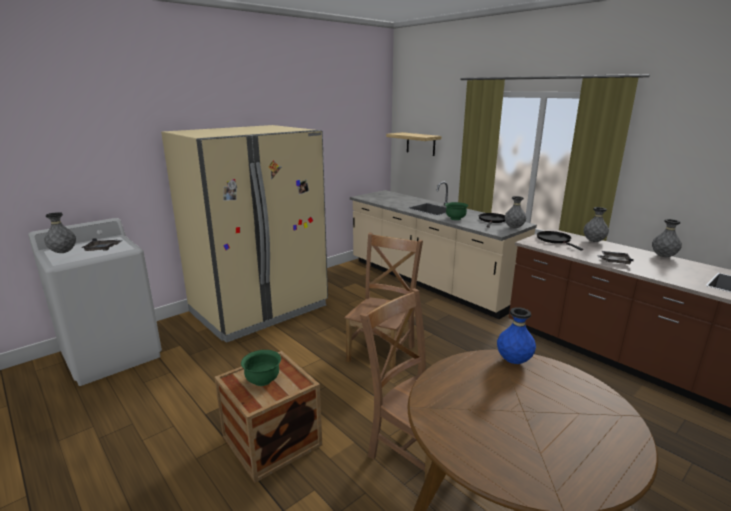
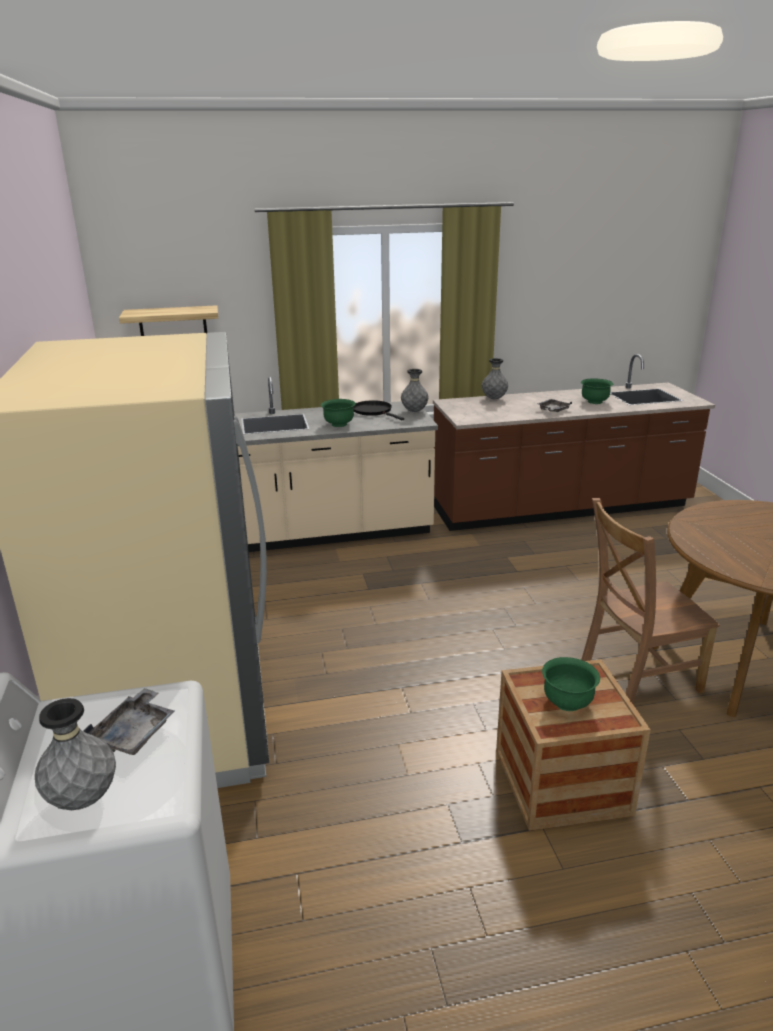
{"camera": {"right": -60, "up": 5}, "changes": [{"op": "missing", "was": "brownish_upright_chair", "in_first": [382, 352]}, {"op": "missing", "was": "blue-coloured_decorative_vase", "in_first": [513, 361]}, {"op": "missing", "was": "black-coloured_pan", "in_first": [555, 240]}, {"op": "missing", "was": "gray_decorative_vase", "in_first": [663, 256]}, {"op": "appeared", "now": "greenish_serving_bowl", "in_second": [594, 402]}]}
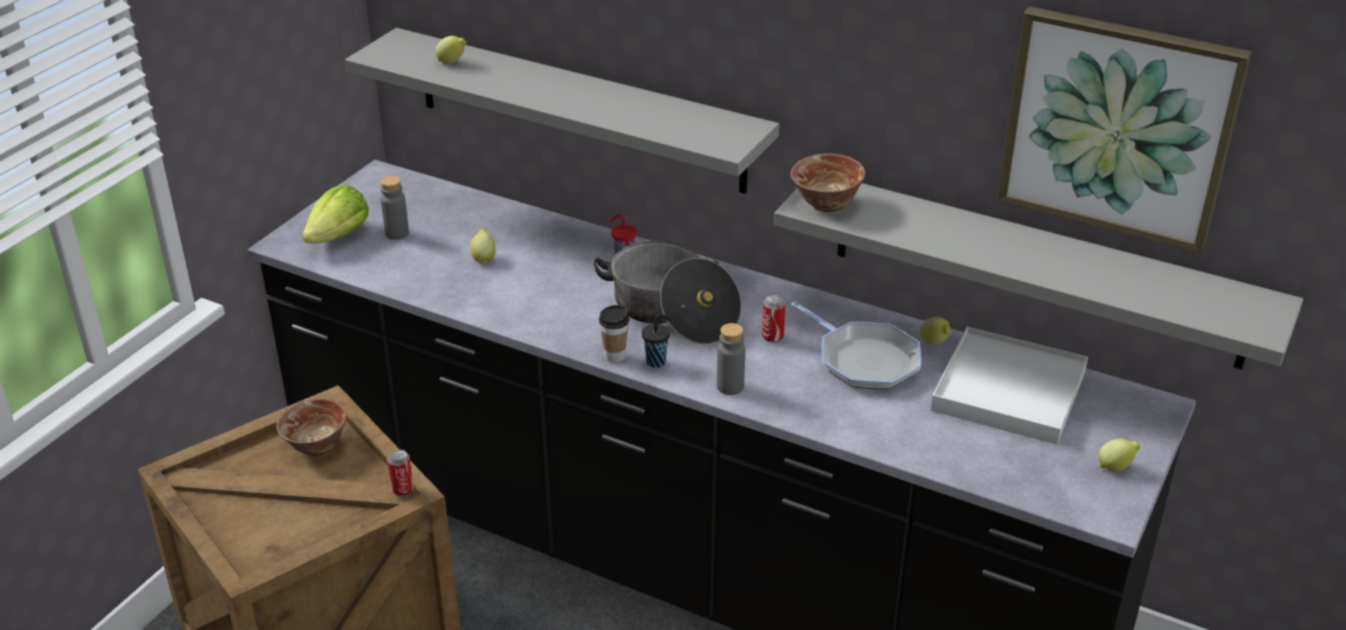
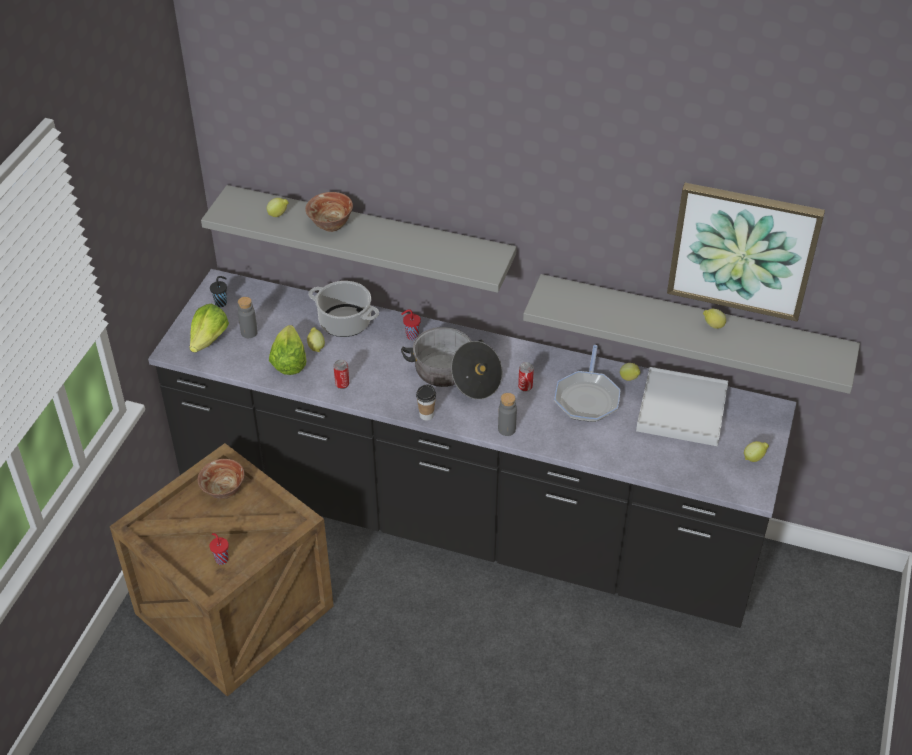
{"camera": {"right": -10, "up": 10}, "changes": [{"op": "appeared", "now": "red_cup", "in_second": [221, 559]}, {"op": "appeared", "now": "lettuce_head", "in_second": [288, 361]}, {"op": "appeared", "now": "stockpot", "in_second": [344, 322]}, {"op": "appeared", "now": "whole_lemon", "in_second": [712, 326]}, {"op": "relocated", "was": "metal_can", "in_first": [402, 489], "in_second": [342, 384]}, {"op": "relocated", "was": "black-coloured_cup", "in_first": [657, 361], "in_second": [221, 303]}, {"op": "relocated", "was": "serving_bowl", "in_first": [826, 204], "in_second": [331, 225]}, {"op": "spun", "was": "pan", "in_first": [864, 360], "in_second": [587, 398], "clockwise": 60}]}
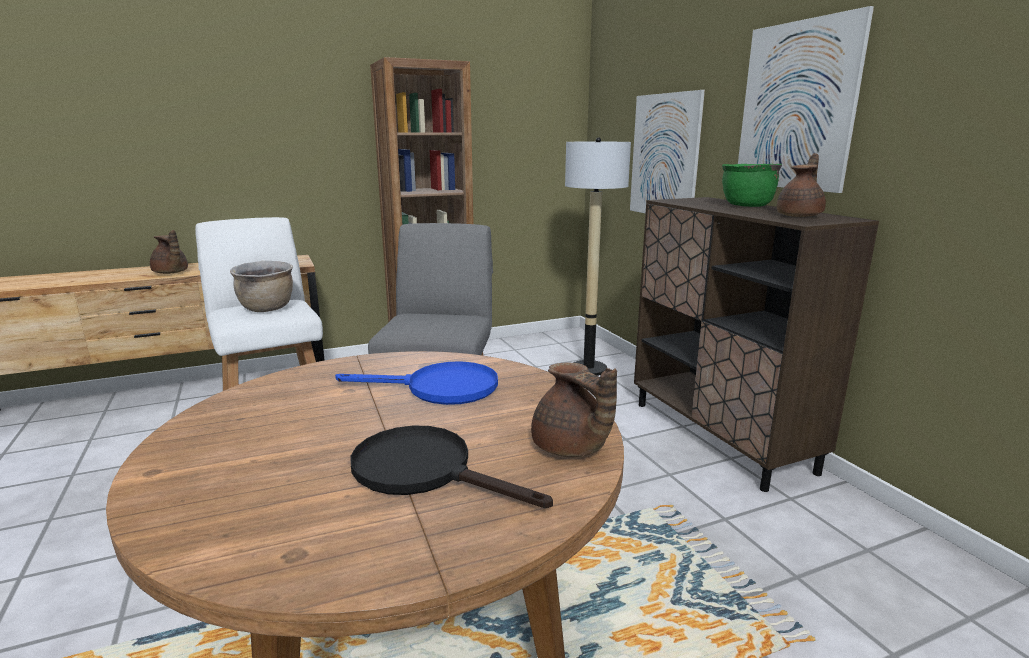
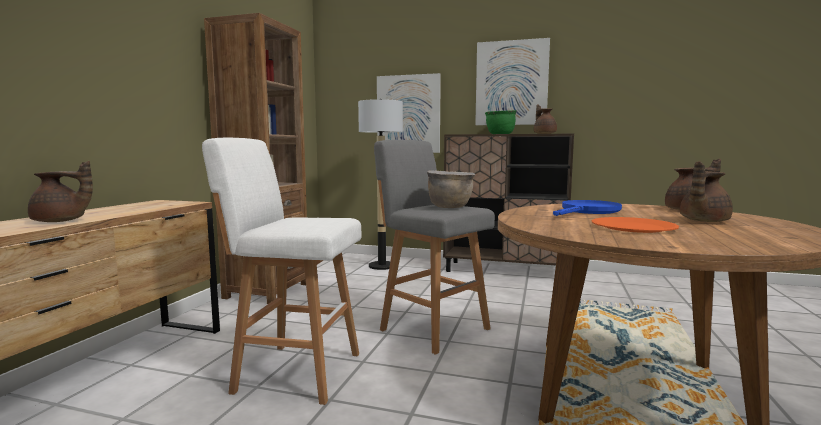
{"camera": {"right": -50, "up": -10}, "changes": [{"op": "appeared", "now": "orange_dinner_plate", "in_second": [633, 227]}, {"op": "relocated", "was": "brownish_stockpot", "in_first": [267, 309], "in_second": [450, 207]}, {"op": "exchanged", "was": "black-coloured_pan", "now": "brownish_teapot", "in_first": [426, 471], "in_second": [702, 221]}]}
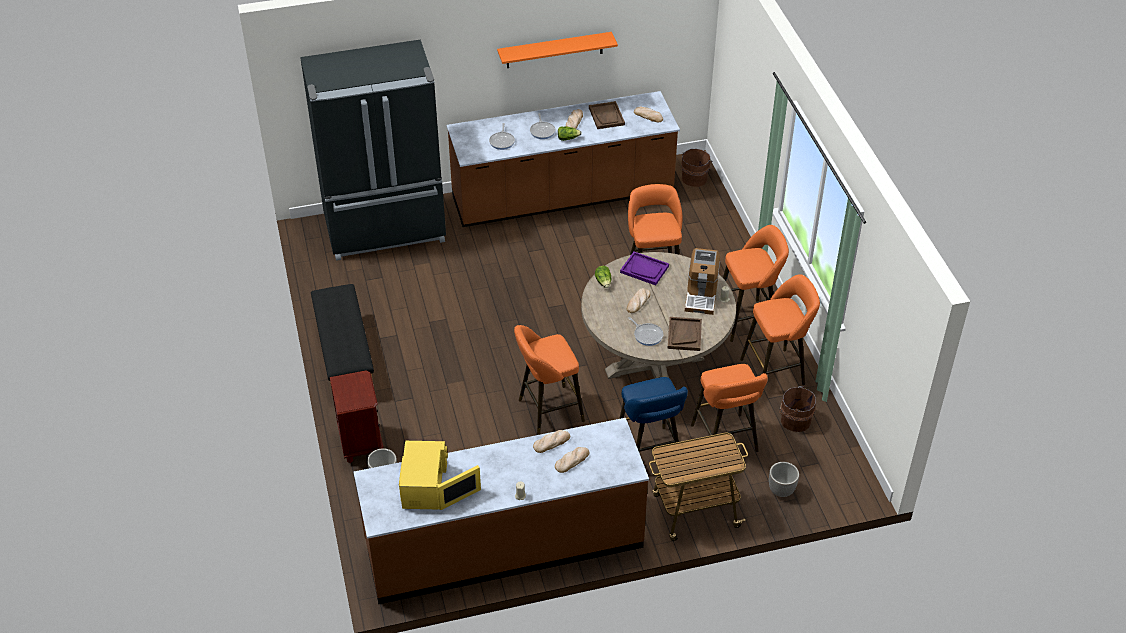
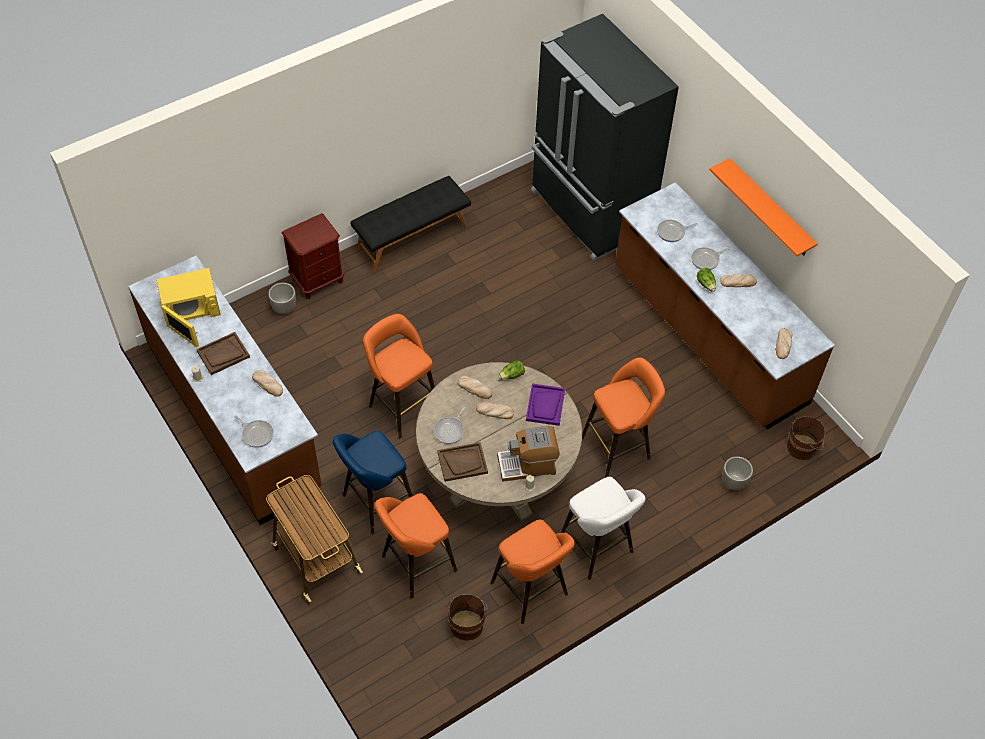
{"camera": {"right": 70, "up": 10}, "changes": [{"op": "appeared", "now": "pan", "in_second": [256, 434]}, {"op": "relocated", "was": "bakery_bread", "in_first": [572, 460], "in_second": [475, 388]}, {"op": "relocated", "was": "brownish_carrying_tray", "in_first": [606, 116], "in_second": [223, 354]}, {"op": "relocated", "was": "planter", "in_first": [781, 491], "in_second": [733, 482]}, {"op": "colour", "was": "orange_stool", "now": "white_stool", "in_first": [748, 319], "in_second": [598, 549]}]}
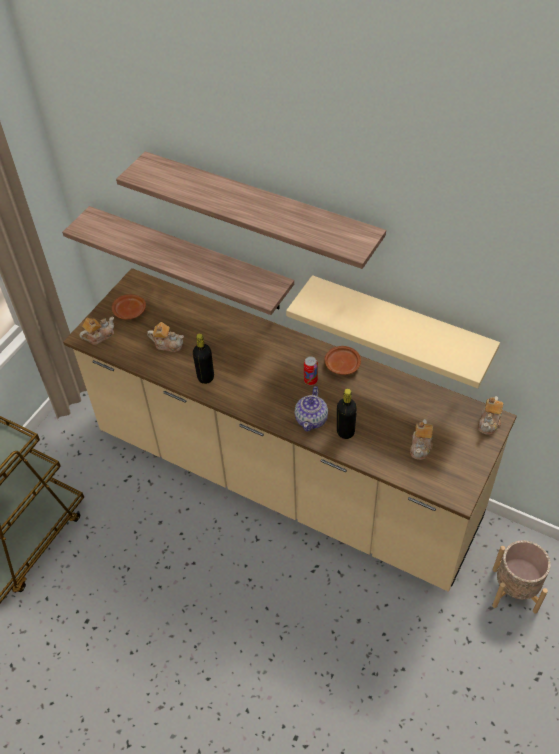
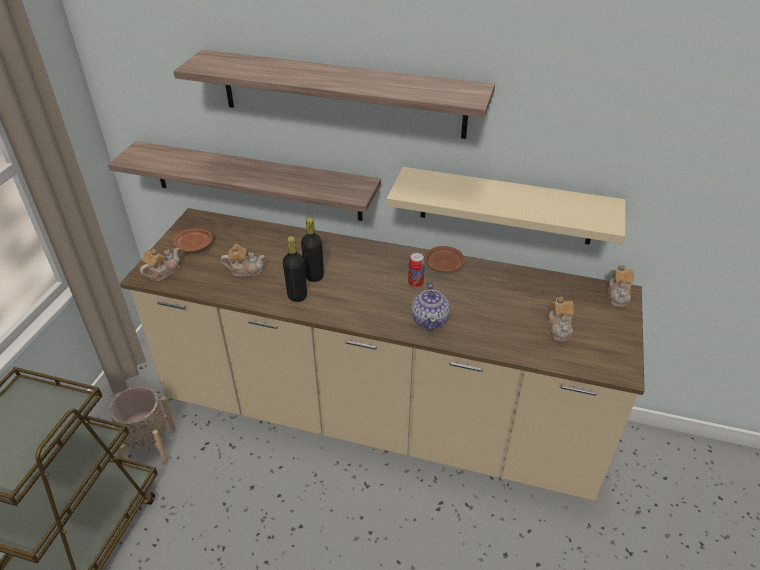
{"camera": {"right": -15, "up": -10}, "changes": [{"op": "relocated", "was": "black-coloured_bottle", "in_first": [345, 431], "in_second": [314, 276]}, {"op": "relocated", "was": "beige-coloured_planter", "in_first": [514, 590], "in_second": [149, 445]}]}
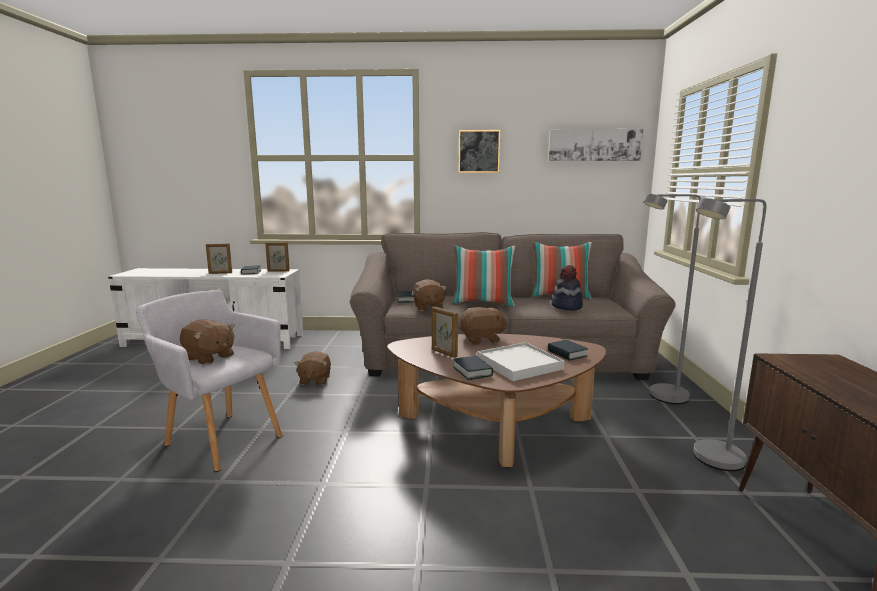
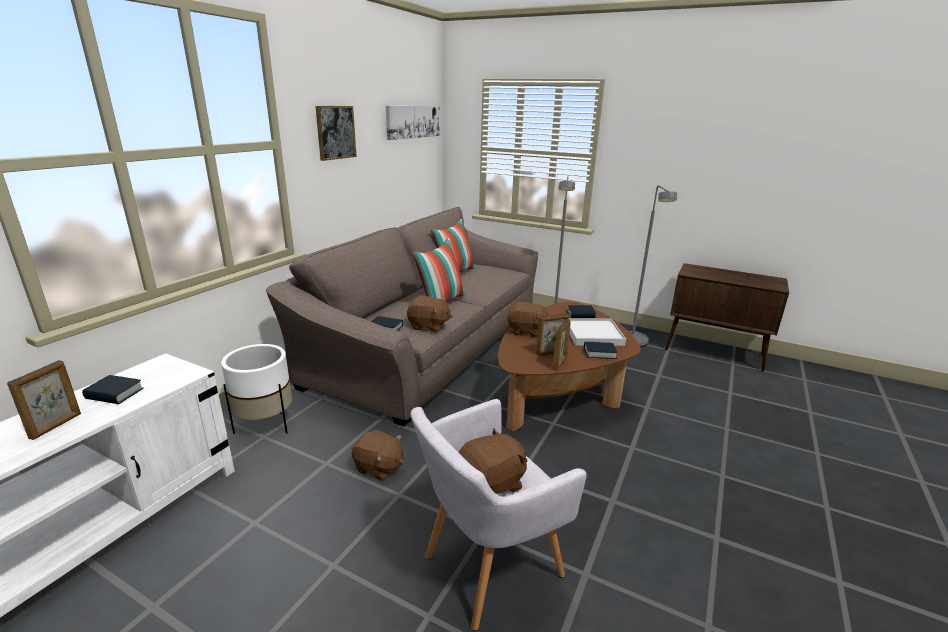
{"camera": {"right": -65, "up": 10}, "changes": [{"op": "missing", "was": "hat", "in_first": [566, 306]}, {"op": "appeared", "now": "white_planter", "in_second": [265, 424]}, {"op": "relocated", "was": "picture_frame", "in_first": [278, 271], "in_second": [559, 363]}, {"op": "spun", "was": "brownish_soft_toy", "in_first": [482, 339], "in_second": [527, 331], "clockwise": 90}]}
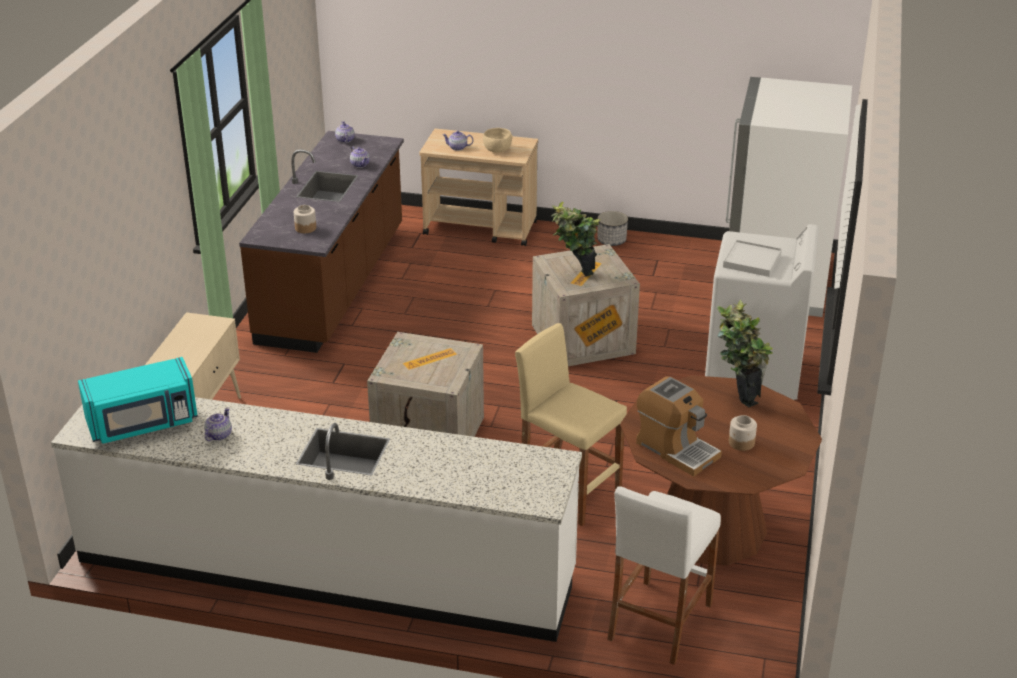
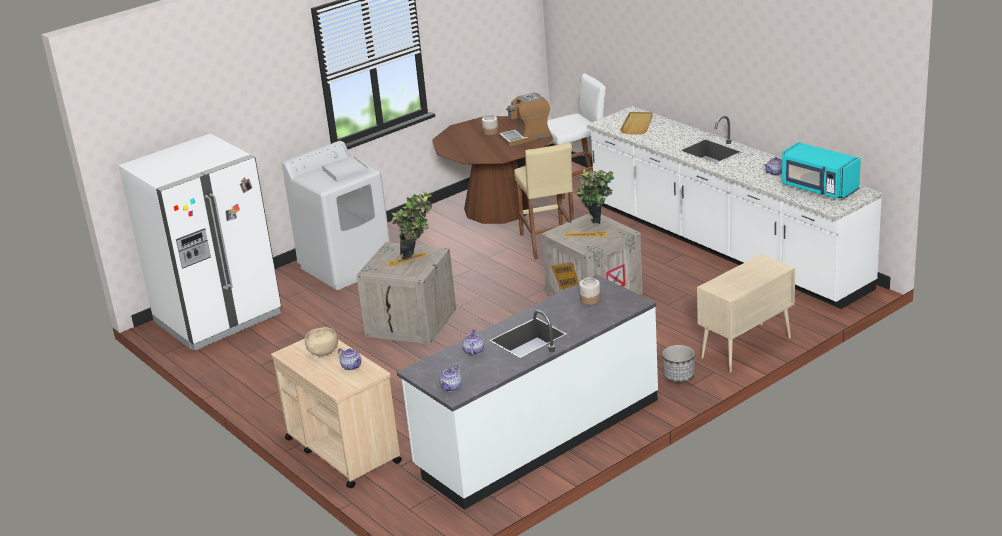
{"camera": {"right": -140, "up": -5}, "changes": [{"op": "appeared", "now": "beige-coloured_carrying_tray", "in_second": [637, 125]}, {"op": "relocated", "was": "planter", "in_first": [611, 241], "in_second": [678, 376]}, {"op": "relocated", "was": "plant_in_a_pot", "in_first": [737, 395], "in_second": [595, 228]}, {"op": "colour", "was": "brownish_kitchen_base_unit", "now": "white_kitchen_base_unit", "in_first": [334, 285], "in_second": [538, 435]}, {"op": "spun", "was": "blue-green_kitchen_microwave", "in_first": [143, 423], "in_second": [818, 188], "clockwise": -150}, {"op": "spun", "was": "coffee_machine", "in_first": [676, 449], "in_second": [526, 137], "clockwise": -105}]}
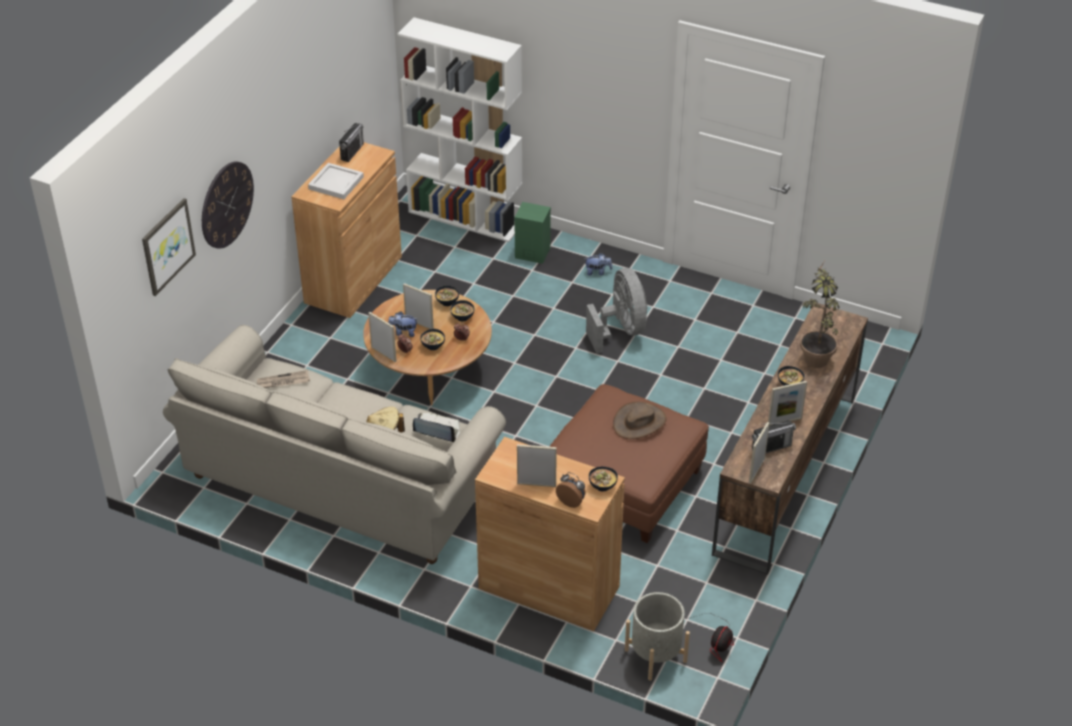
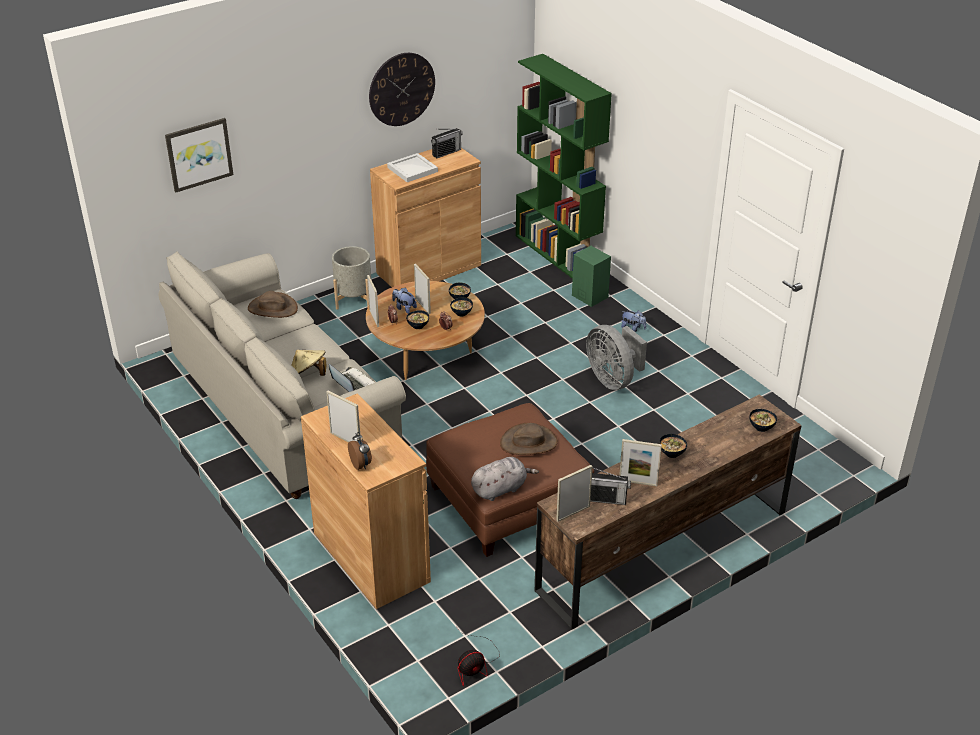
{"camera": {"right": 30, "up": -5}, "changes": [{"op": "missing", "was": "plant_in_a_pot", "in_first": [816, 355]}, {"op": "appeared", "now": "gray_soft_toy", "in_second": [501, 489]}, {"op": "relocated", "was": "hanging_clock", "in_first": [226, 204], "in_second": [401, 89]}, {"op": "relocated", "was": "serving_bowl", "in_first": [602, 486], "in_second": [761, 427]}, {"op": "relocated", "was": "gray_planter", "in_first": [655, 655], "in_second": [354, 299]}, {"op": "exchanged", "was": "daily_paper", "now": "brownish_hat", "in_first": [283, 382], "in_second": [272, 308]}, {"op": "colour", "was": "white_bookcase", "now": "greenish_bookcase", "in_first": [466, 218], "in_second": [558, 254]}, {"op": "spun", "was": "gray_fan", "in_first": [621, 330], "in_second": [613, 379], "clockwise": 135}]}
